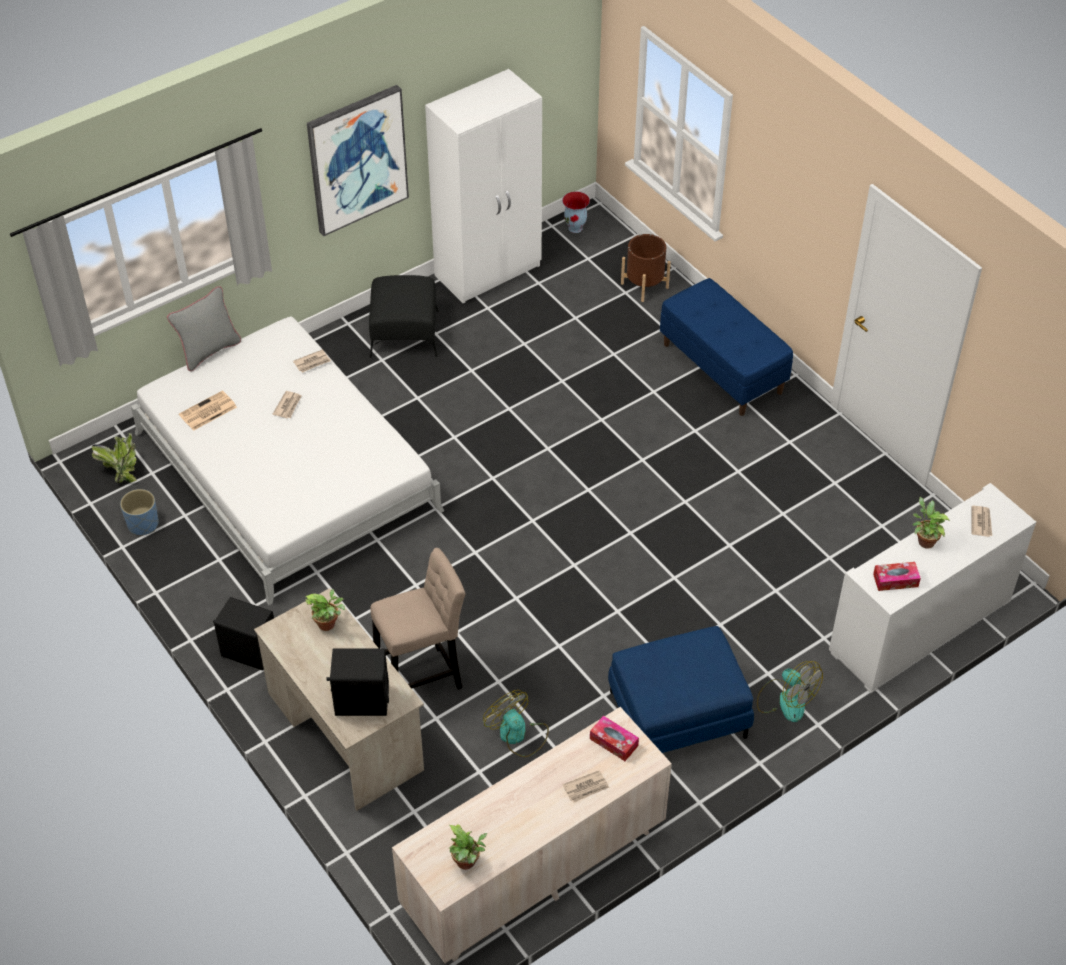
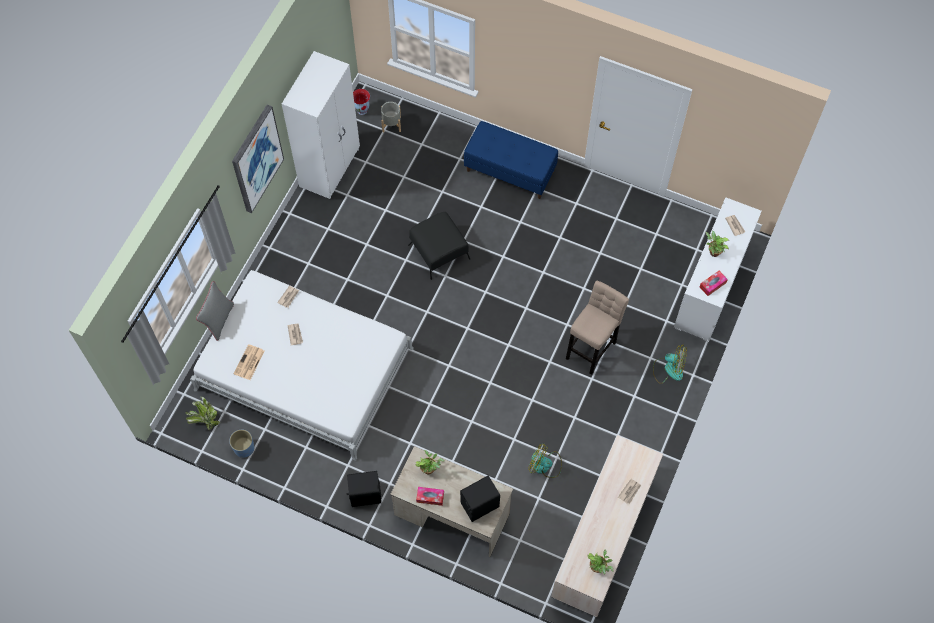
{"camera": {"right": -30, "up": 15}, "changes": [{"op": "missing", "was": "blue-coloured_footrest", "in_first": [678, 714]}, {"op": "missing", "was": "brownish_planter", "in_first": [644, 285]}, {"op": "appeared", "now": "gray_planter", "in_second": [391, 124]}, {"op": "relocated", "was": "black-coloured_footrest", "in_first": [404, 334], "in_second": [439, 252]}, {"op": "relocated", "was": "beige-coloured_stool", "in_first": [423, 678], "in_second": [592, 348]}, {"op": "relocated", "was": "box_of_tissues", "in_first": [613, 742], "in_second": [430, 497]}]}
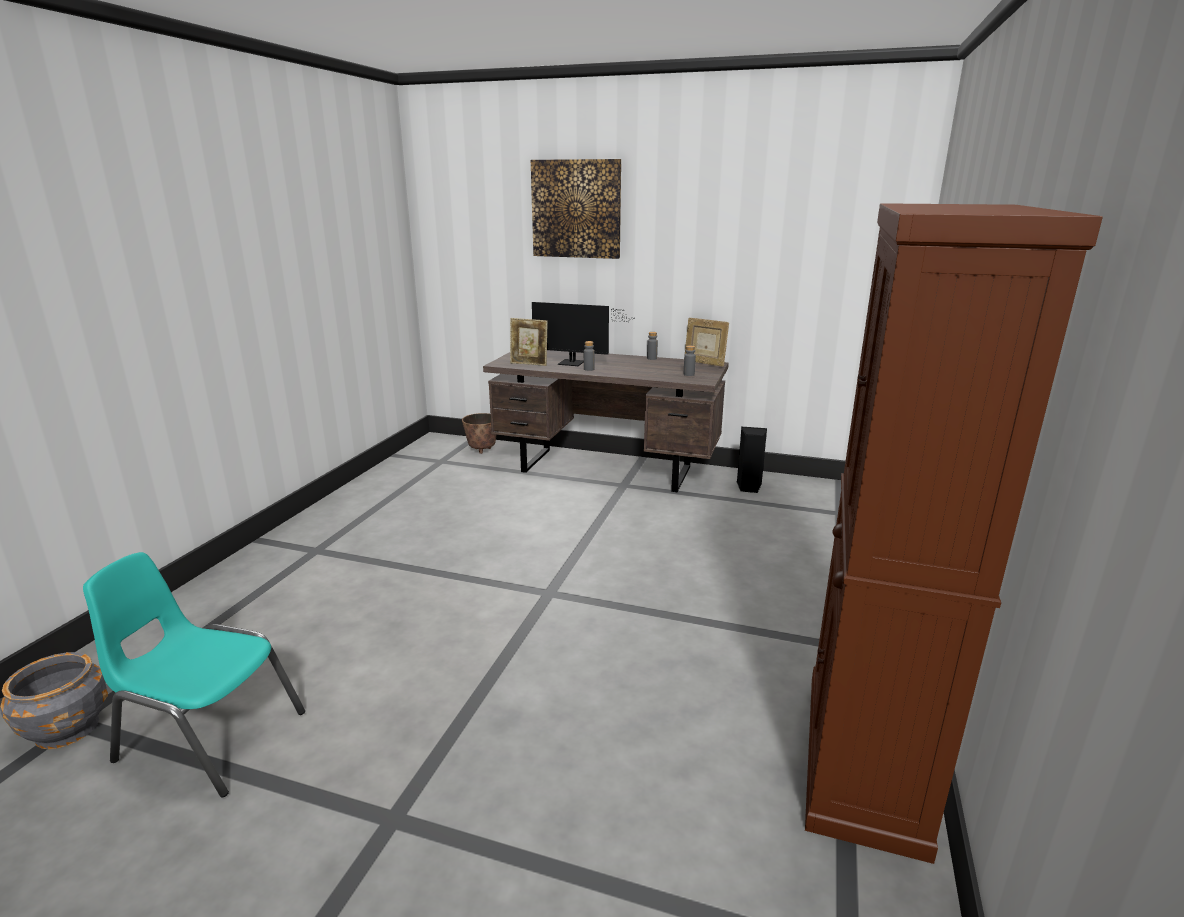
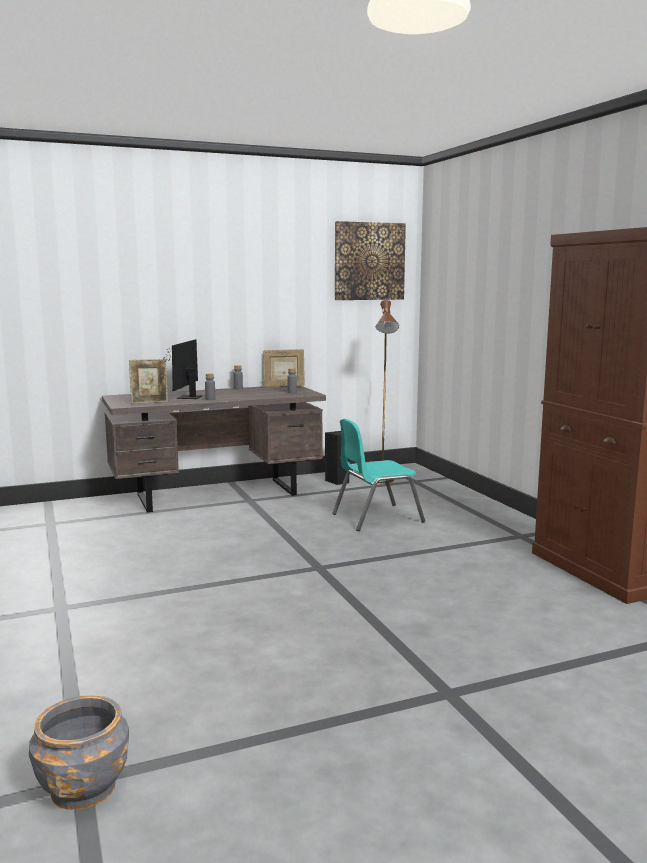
{"camera": {"right": -40, "up": -10}, "changes": [{"op": "missing", "was": "planter", "in_first": [482, 450]}, {"op": "appeared", "now": "brownish_standard_lamp", "in_second": [383, 482]}, {"op": "relocated", "was": "blue-green_upright_chair", "in_first": [210, 737], "in_second": [376, 518]}, {"op": "relocated", "was": "wall_art", "in_first": [576, 209], "in_second": [369, 261]}, {"op": "spun", "was": "monitor", "in_first": [575, 363], "in_second": [187, 397], "clockwise": 120}]}
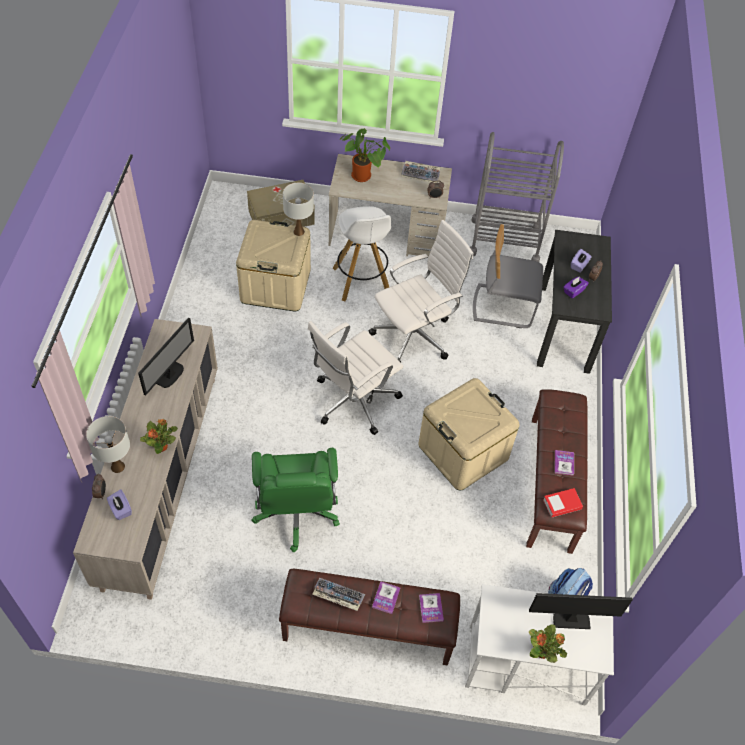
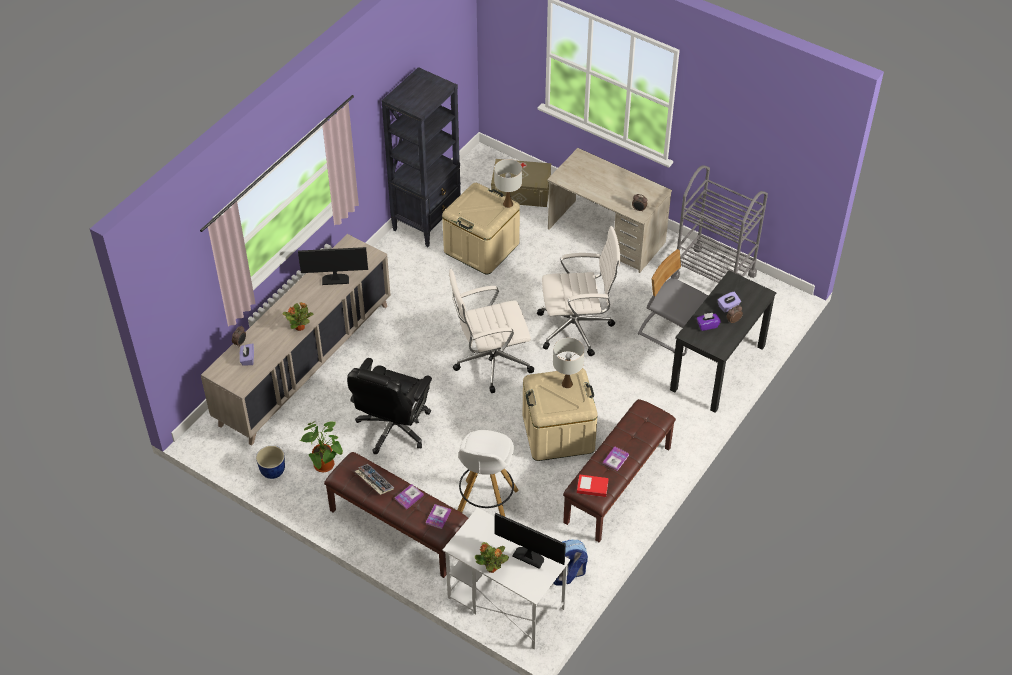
{"camera": {"right": 30, "up": -5}, "changes": [{"op": "missing", "was": "computer_keyboard", "in_first": [421, 174]}, {"op": "appeared", "now": "planter", "in_second": [272, 471]}, {"op": "appeared", "now": "black-coloured_bookcase", "in_second": [427, 222]}, {"op": "relocated", "was": "white_tabletop_lamp", "in_first": [118, 467], "in_second": [567, 384]}, {"op": "relocated", "was": "white_stool", "in_first": [362, 282], "in_second": [486, 505]}, {"op": "relocated", "was": "plant_in_a_pot", "in_first": [363, 176], "in_second": [326, 466]}, {"op": "colour", "was": "greenish_desk_chair", "now": "black-coloured_desk_chair", "in_first": [296, 513], "in_second": [393, 428]}, {"op": "spun", "was": "monitor", "in_first": [171, 375], "in_second": [335, 279], "clockwise": -150}]}
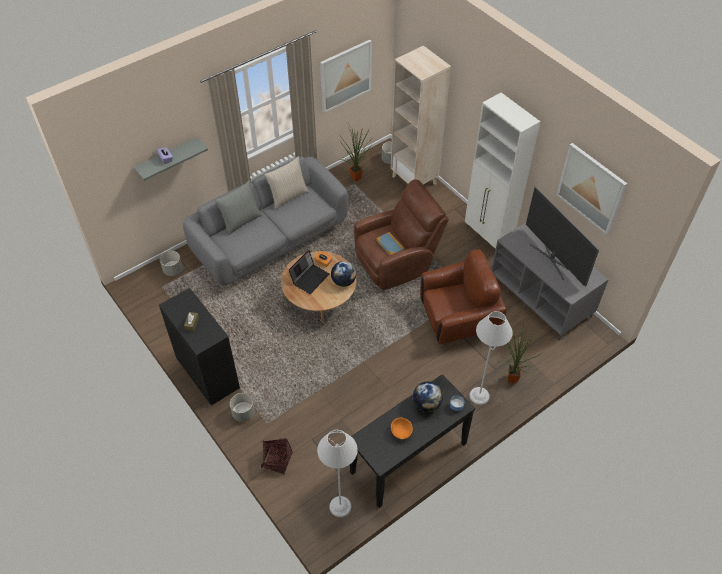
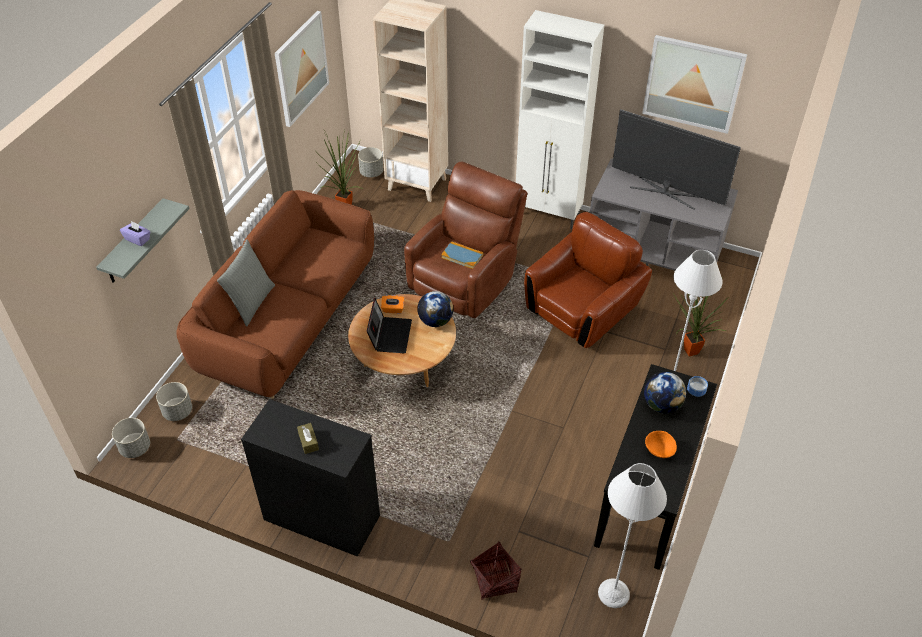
{"camera": {"right": -30, "up": -5}, "changes": [{"op": "missing", "was": "beige-coloured_throw_pillow", "in_first": [288, 196]}, {"op": "relocated", "was": "gray_planter", "in_first": [243, 413], "in_second": [135, 447]}, {"op": "colour", "was": "gray_sofa", "now": "brownish_sofa", "in_first": [270, 241], "in_second": [288, 321]}]}
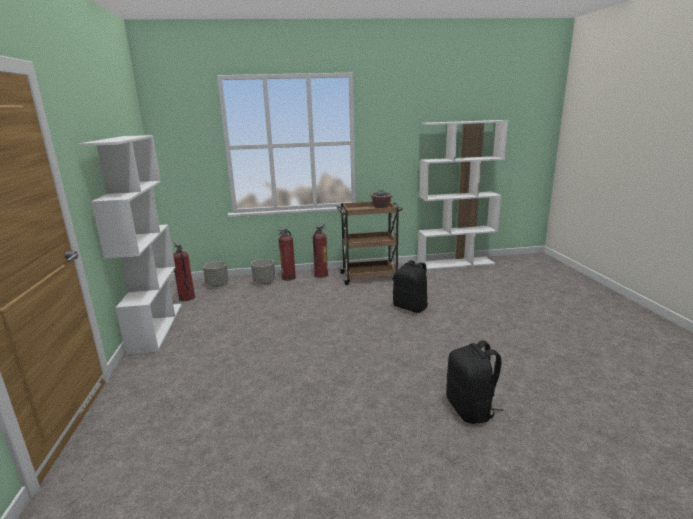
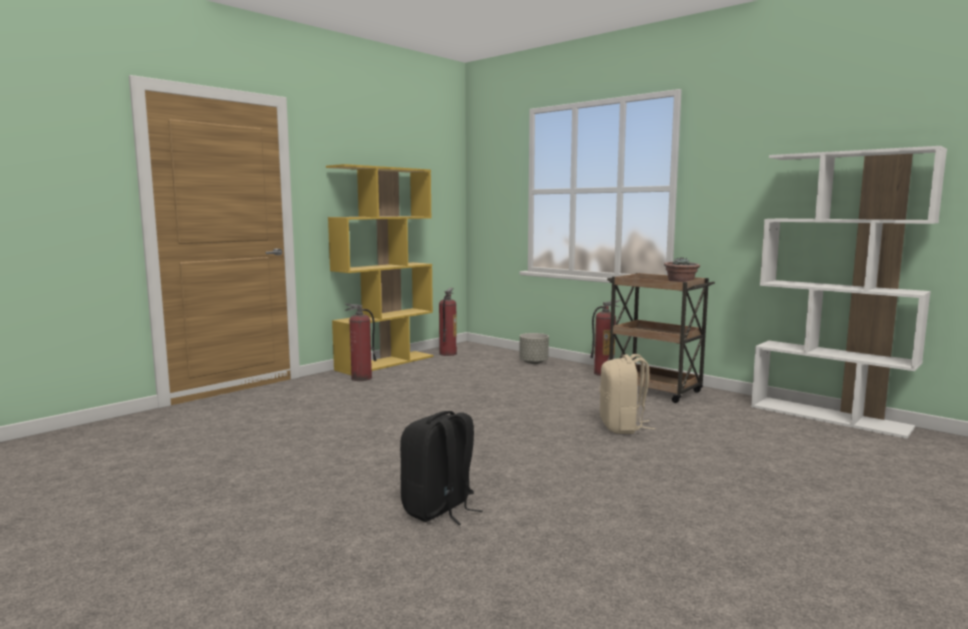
{"camera": {"right": 50, "up": -10}, "changes": [{"op": "missing", "was": "gray_planter", "in_first": [217, 284]}, {"op": "relocated", "was": "fire-fighting_cylinder", "in_first": [288, 278], "in_second": [361, 378]}, {"op": "colour", "was": "white_bookcase", "now": "yellowish_bookcase", "in_first": [156, 326], "in_second": [385, 363]}, {"op": "colour", "was": "black-coloured_backpack", "now": "beige-coloured_backpack", "in_first": [411, 307], "in_second": [622, 427]}]}
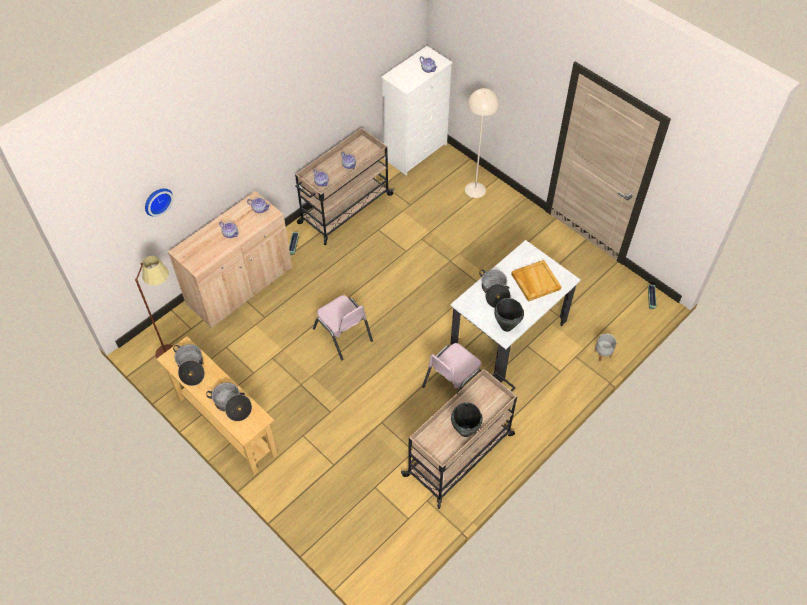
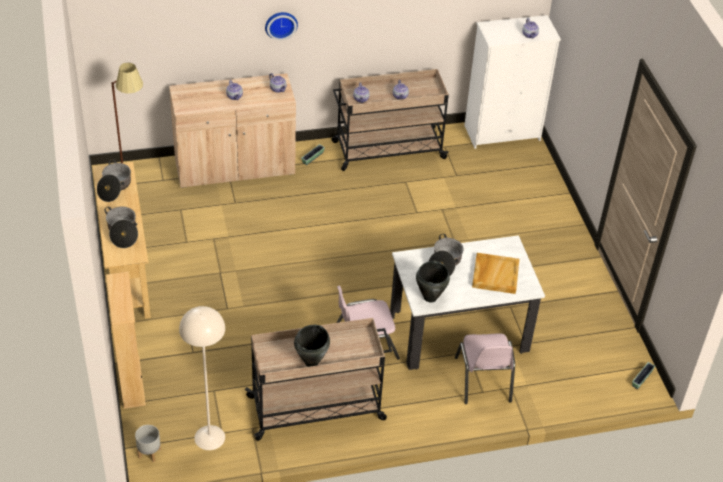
{"camera": {"right": 30, "up": -10}, "changes": [{"op": "appeared", "now": "beige-coloured_bookcase", "in_second": [131, 382]}, {"op": "relocated", "was": "hanging_clock", "in_first": [157, 200], "in_second": [280, 24]}, {"op": "relocated", "was": "pink-coloured_upright_chair", "in_first": [343, 335], "in_second": [483, 380]}, {"op": "relocated", "was": "beige-coloured_standard_lamp", "in_first": [475, 189], "in_second": [210, 437]}, {"op": "relocated", "was": "gray_planter", "in_first": [602, 354], "in_second": [150, 453]}]}
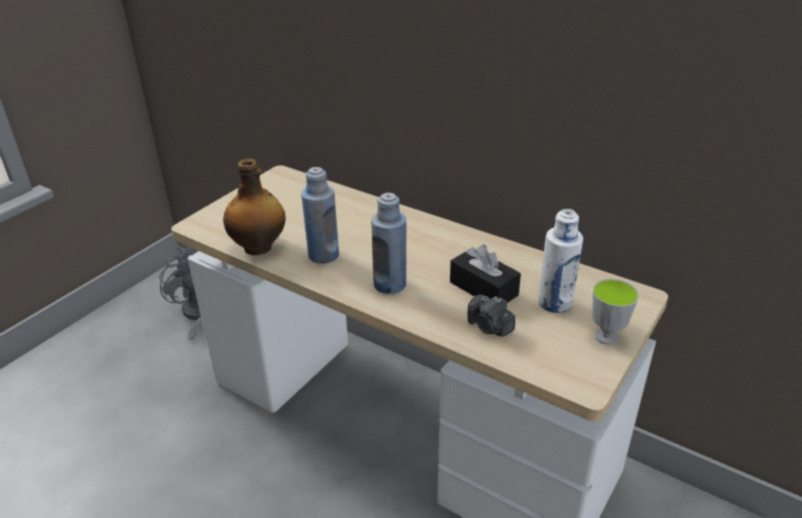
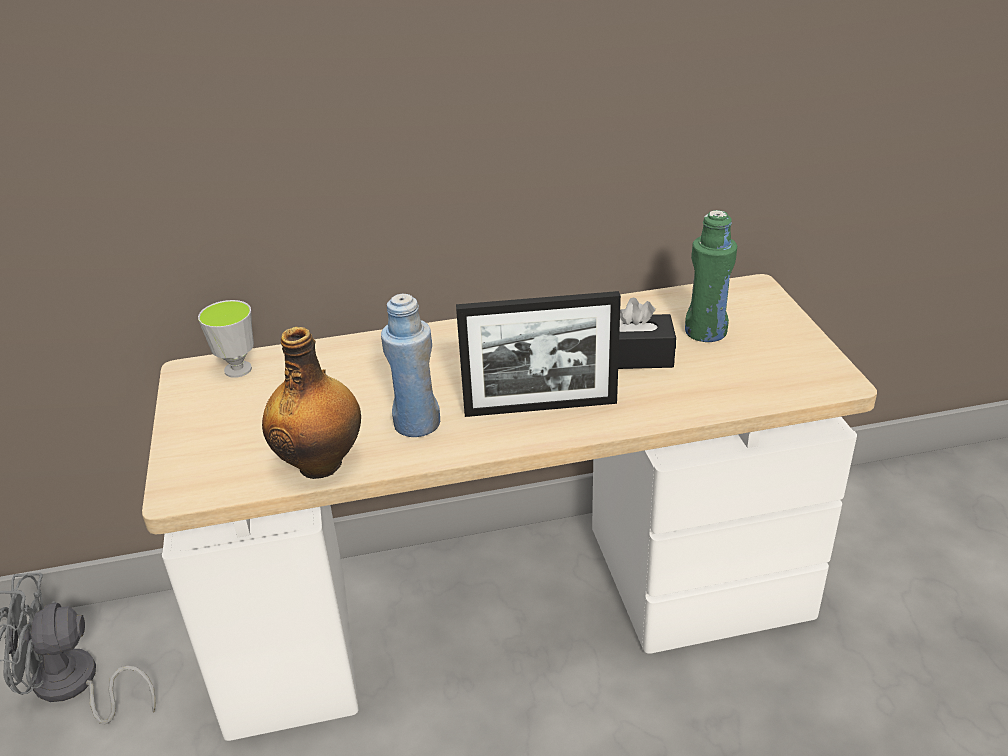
{"camera": {"right": -45, "up": 0}, "changes": [{"op": "missing", "was": "photo_camera", "in_first": [489, 327]}, {"op": "relocated", "was": "cup", "in_first": [606, 337], "in_second": [238, 369]}, {"op": "exchanged", "was": "blue-coloured_bottle", "now": "picture_frame", "in_first": [390, 284], "in_second": [540, 407]}, {"op": "colour", "was": "white_bottle", "now": "greenish_bottle", "in_first": [555, 303], "in_second": [706, 332]}]}
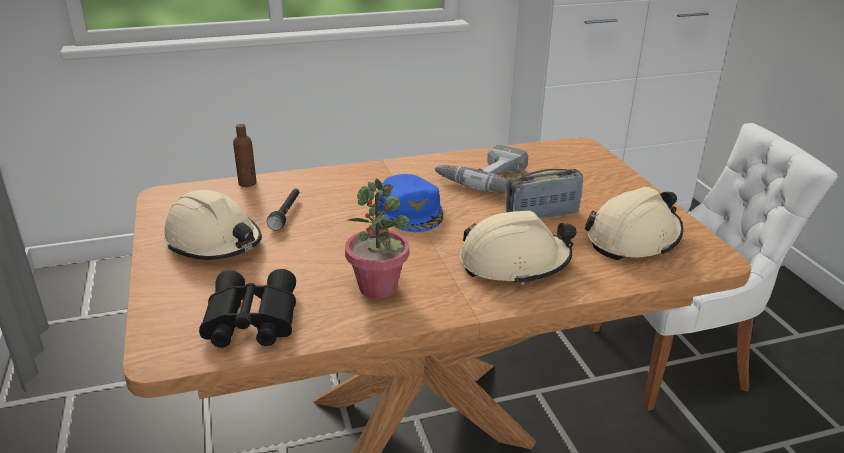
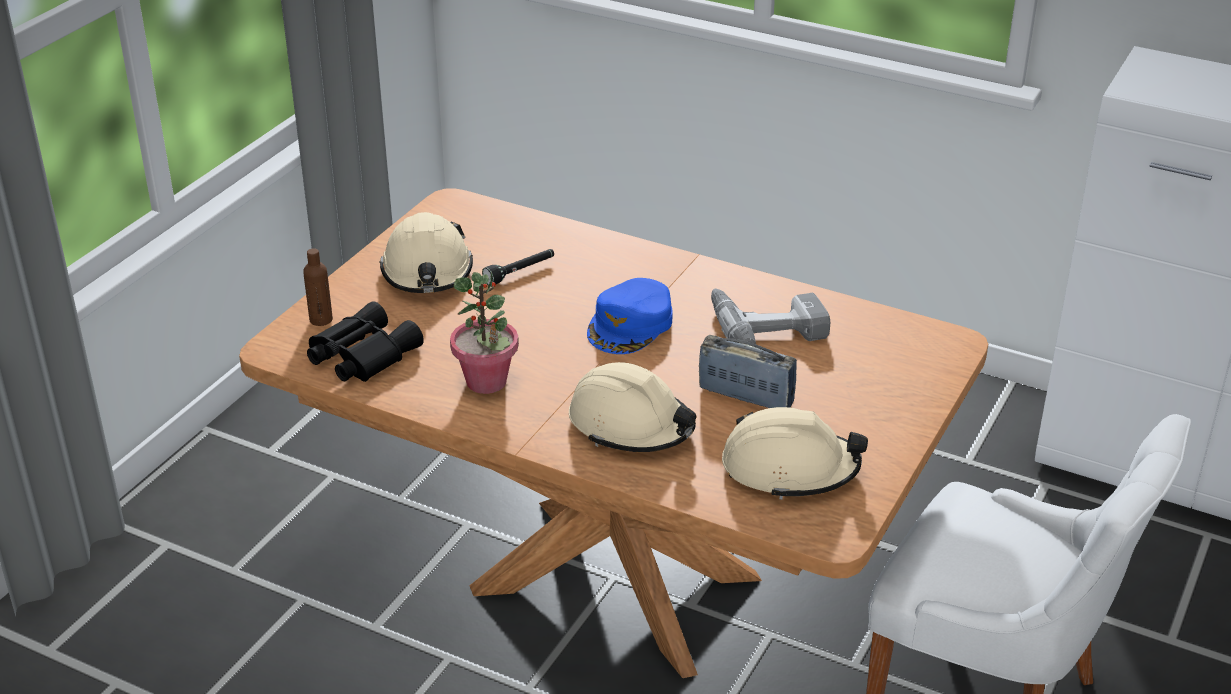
{"camera": {"right": 45, "up": 5}, "changes": [{"op": "relocated", "was": "brownish_bottle", "in_first": [247, 183], "in_second": [321, 320]}]}
